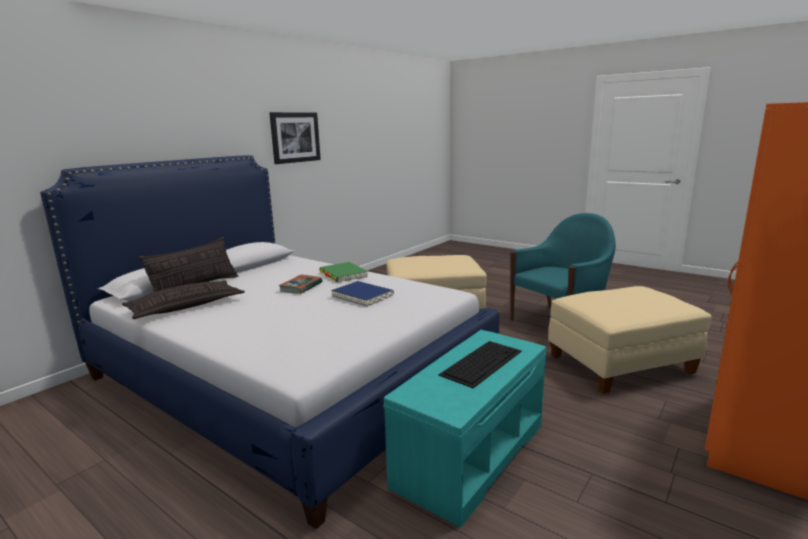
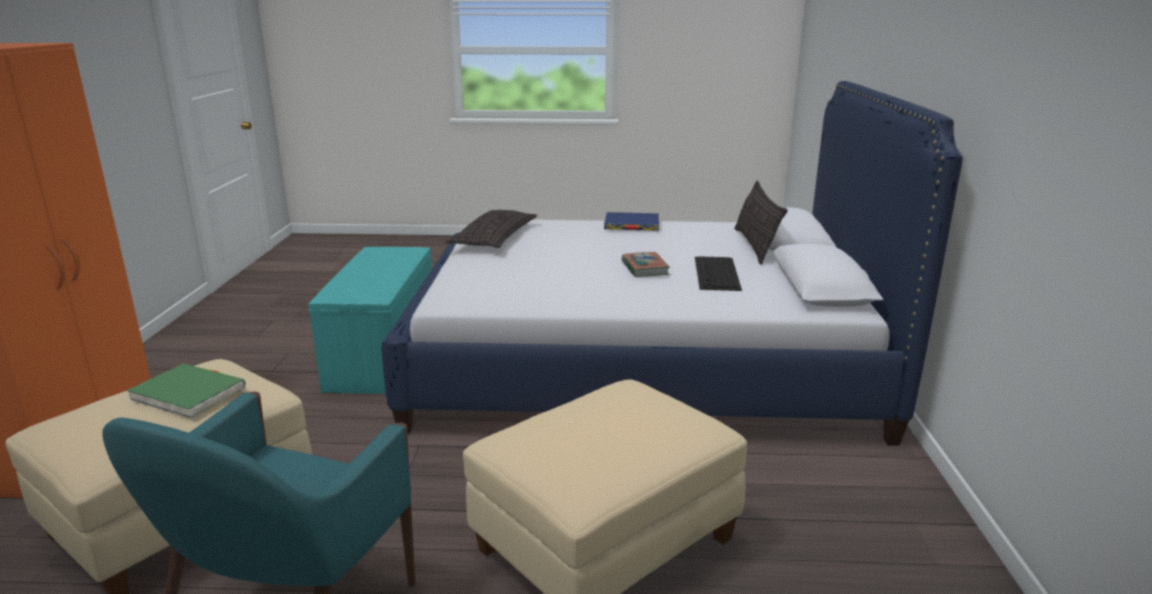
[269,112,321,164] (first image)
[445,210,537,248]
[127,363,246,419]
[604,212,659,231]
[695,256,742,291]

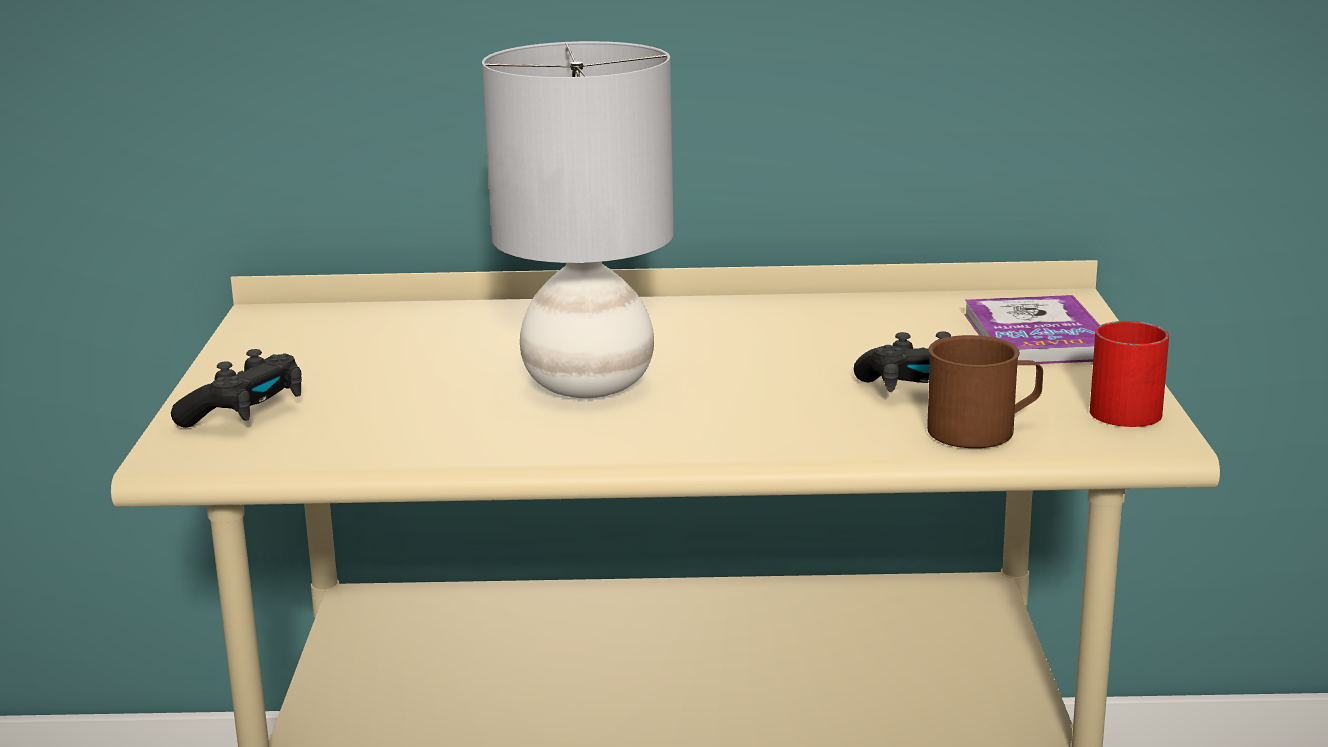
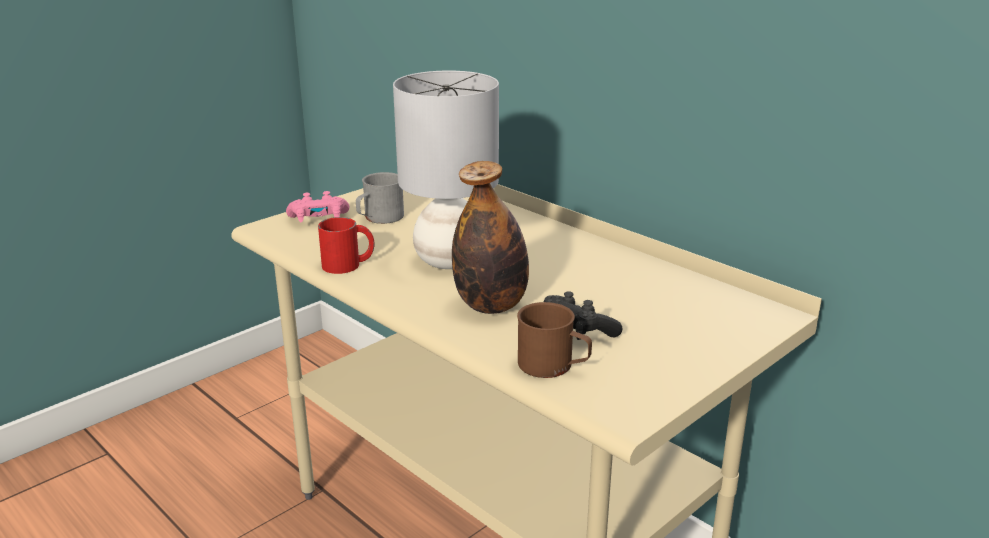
[964,295,1100,364] (first image)
[356,172,404,224]
[452,161,529,314]
[318,217,374,274]
[286,191,350,222]

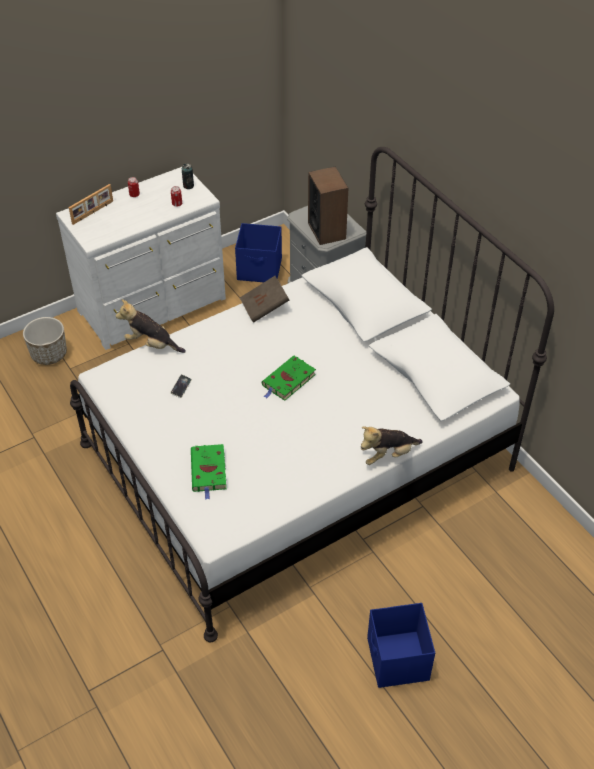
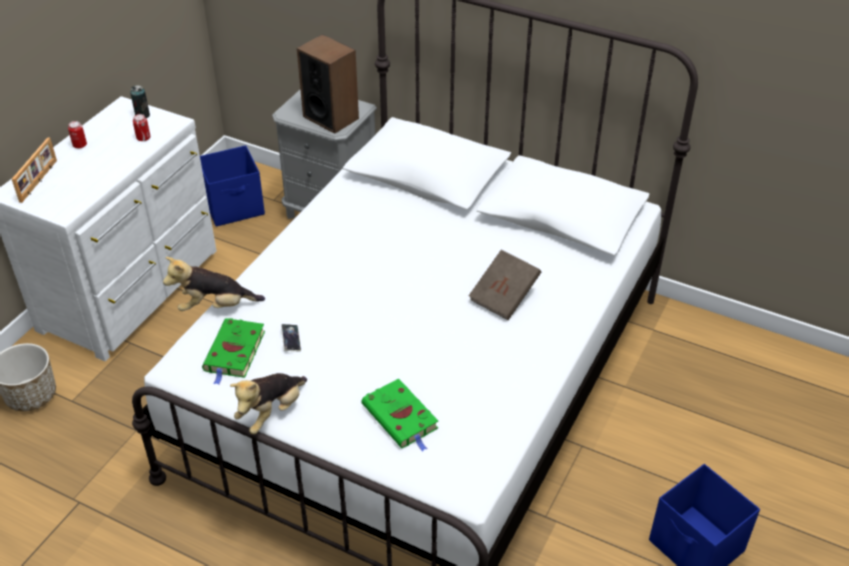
[469,250,541,320]
[202,318,265,385]
[230,373,307,434]

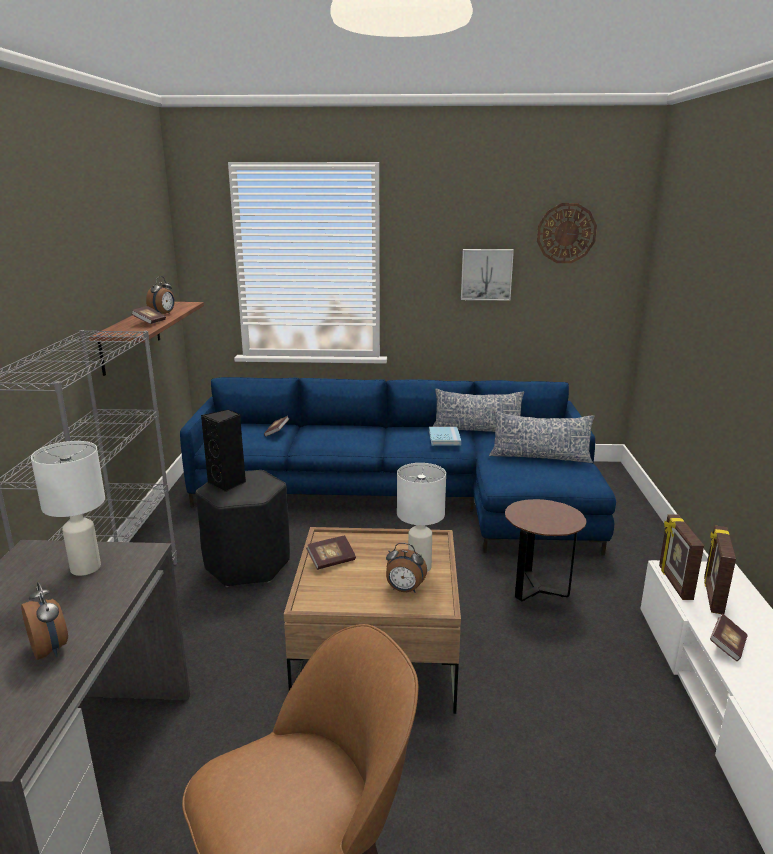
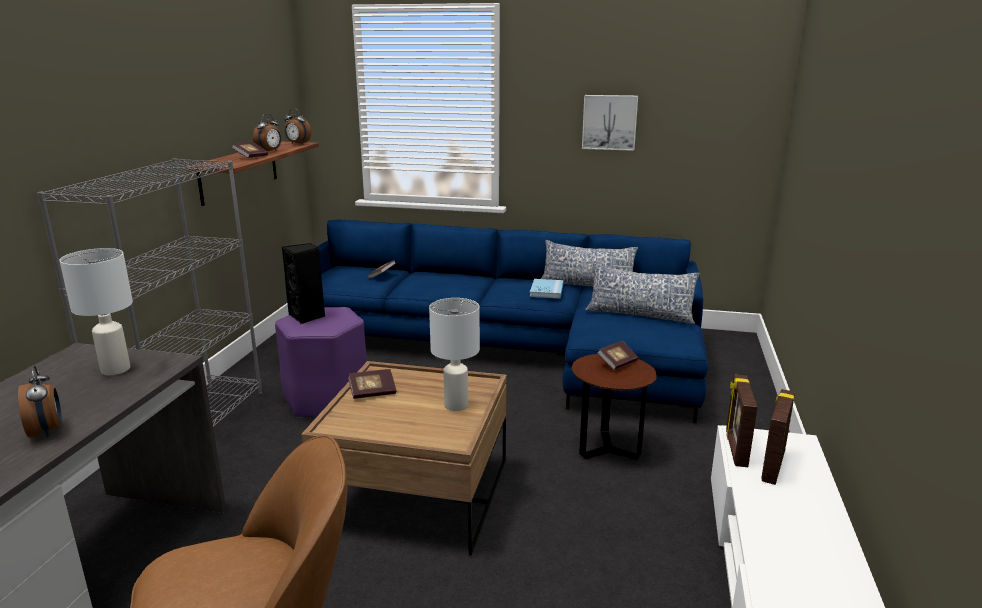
[537,203,597,263] (first image)
[284,108,311,144]
[597,341,638,370]
[275,307,367,418]

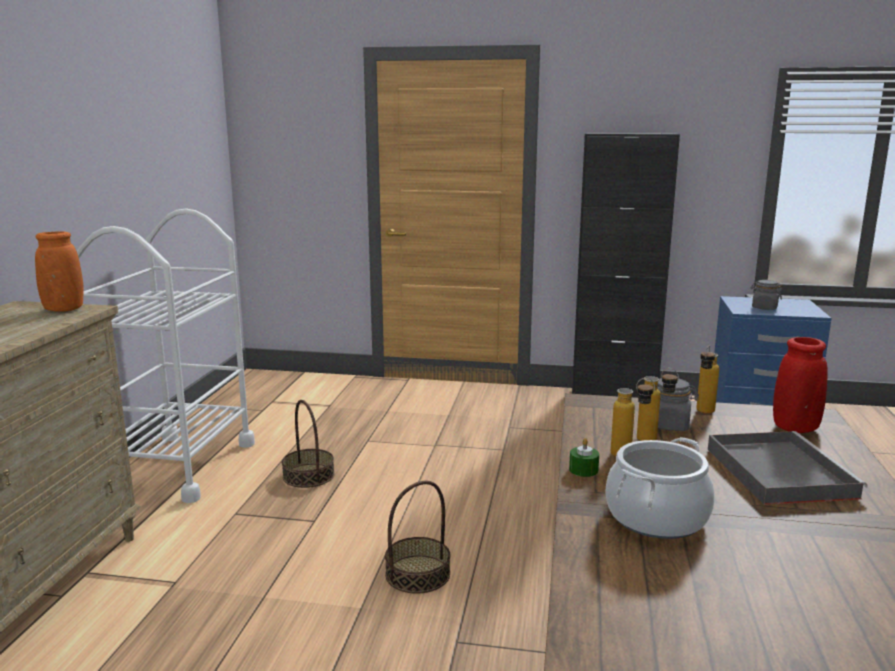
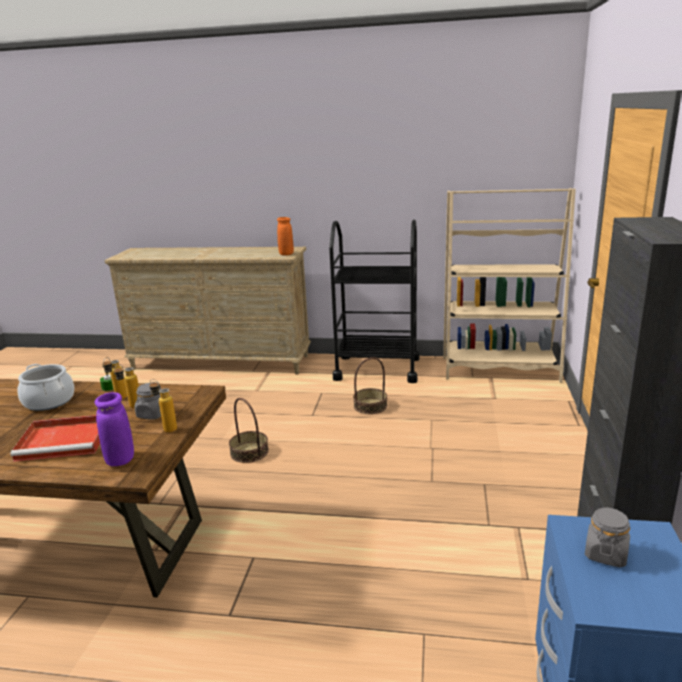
[443,188,576,383]
[329,220,419,383]
[11,415,100,462]
[95,392,134,466]

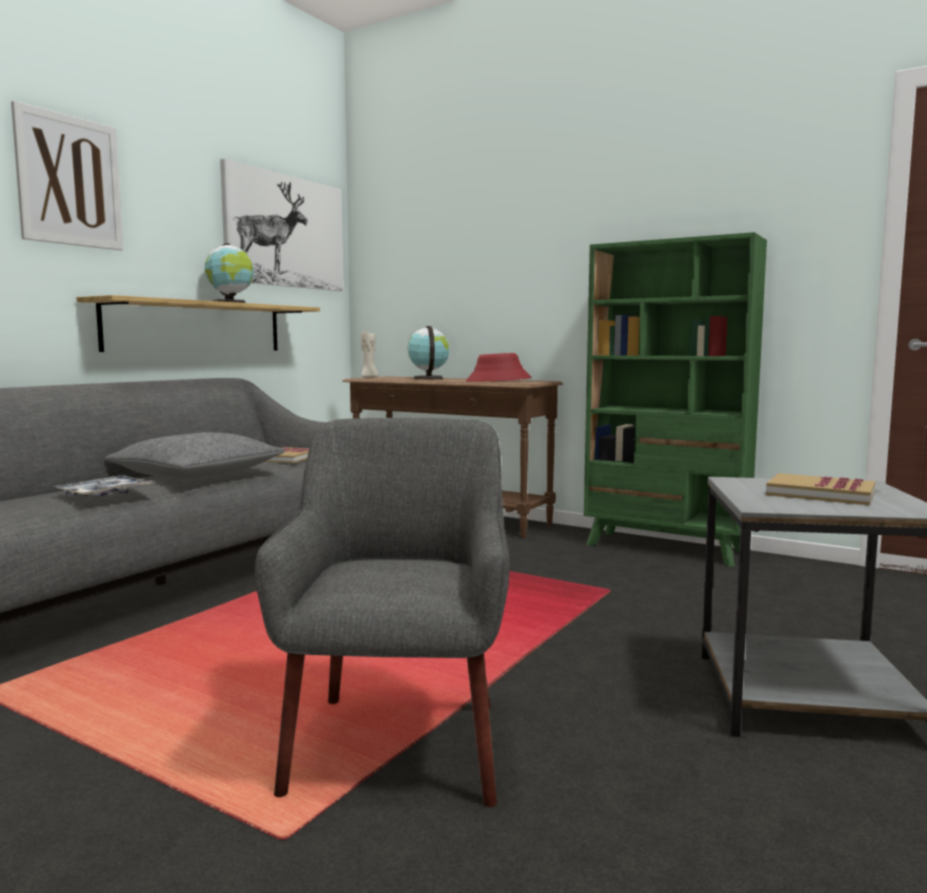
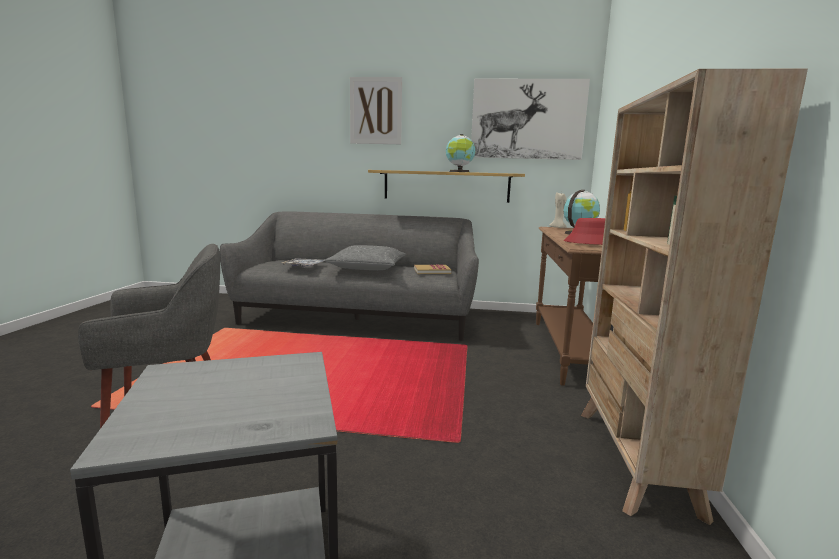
[766,473,875,505] (first image)
[581,69,808,525]

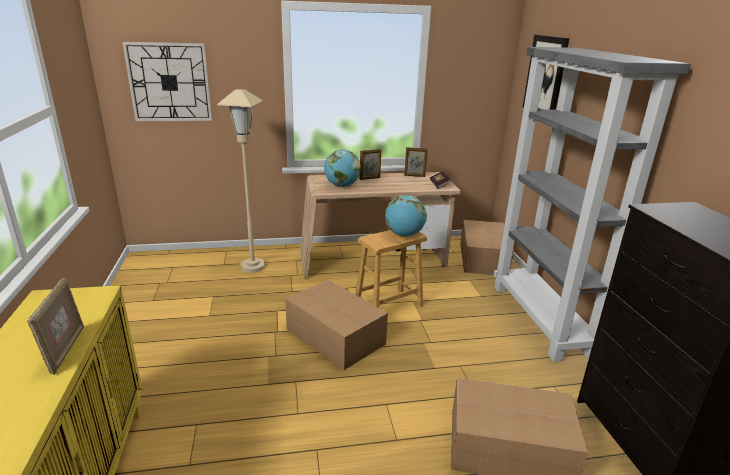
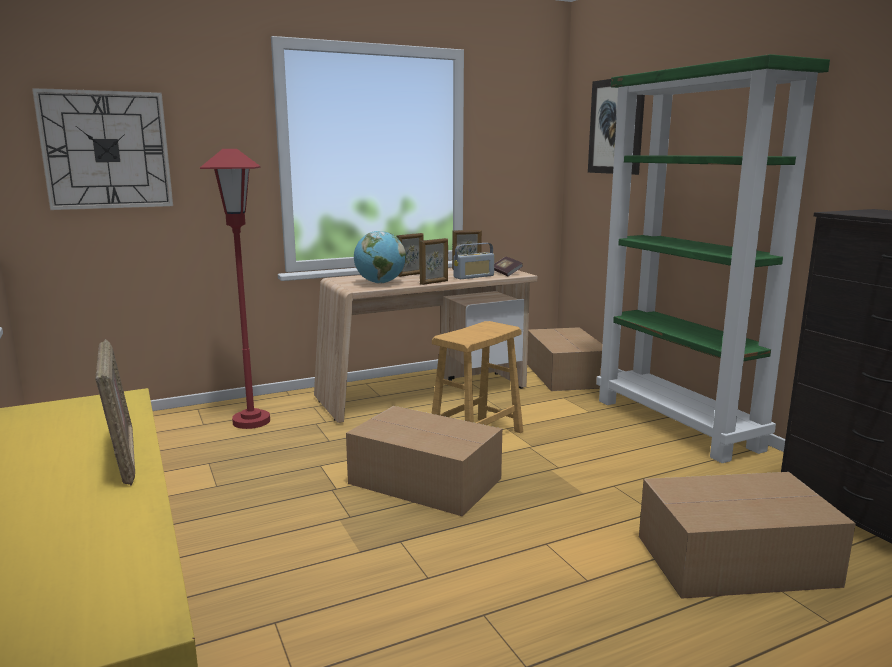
[385,195,427,236] (first image)
[420,238,448,285]
[453,243,494,279]
[200,149,270,429]
[596,54,830,463]

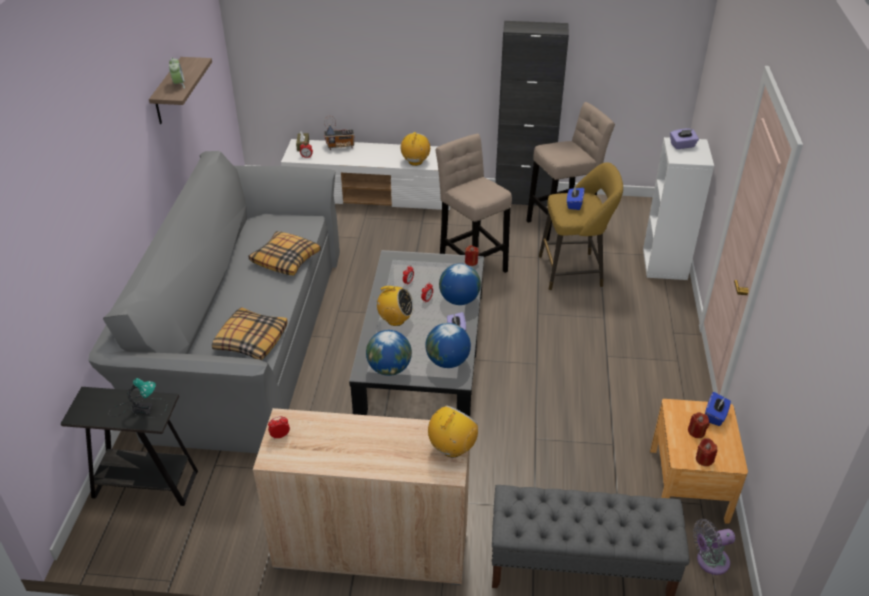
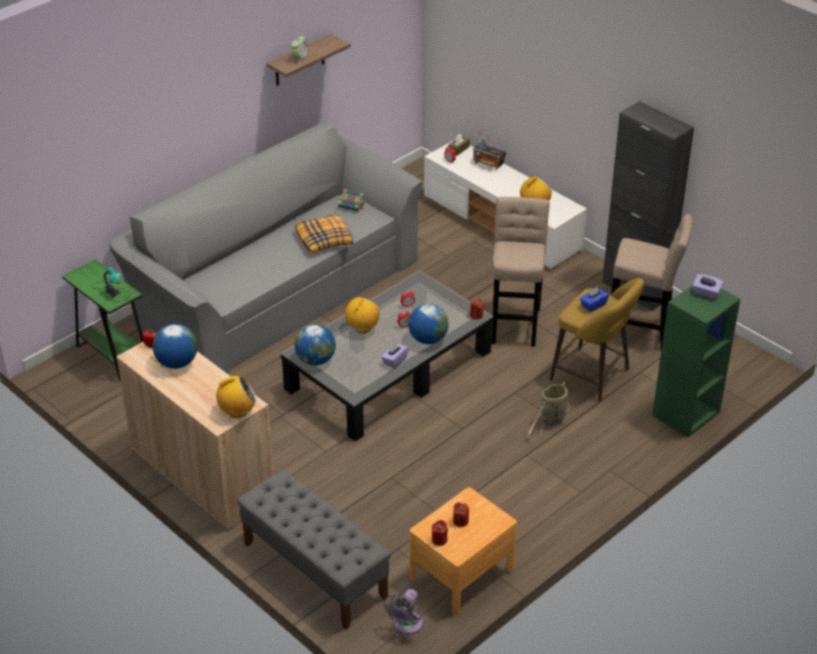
[212,307,288,360] (first image)
[705,392,731,426] (first image)
[338,189,365,211]
[528,382,570,440]
[153,324,198,369]
[62,260,143,382]
[652,286,740,437]
[345,297,380,334]
[384,589,423,635]

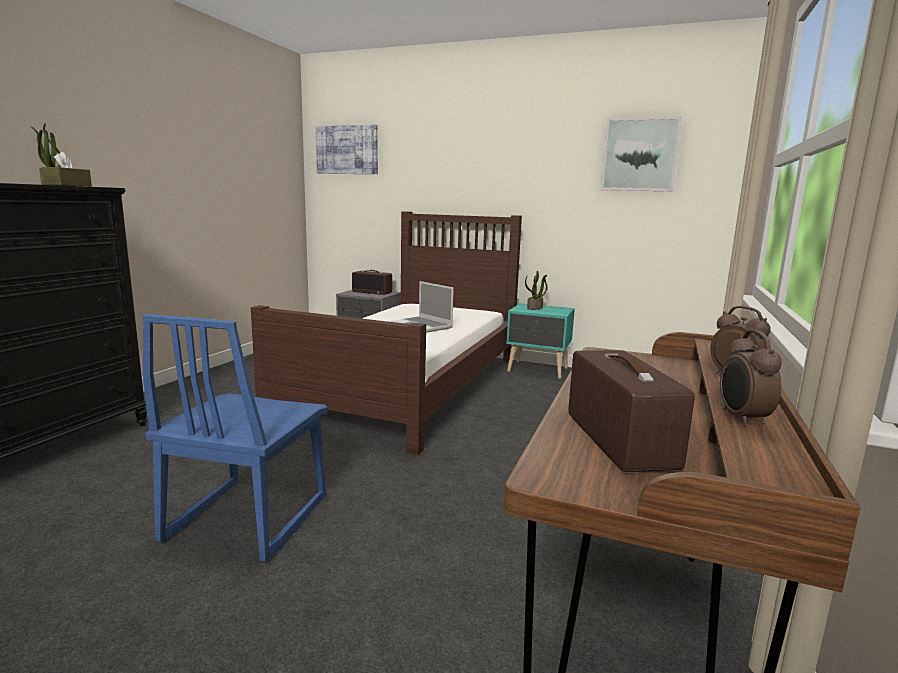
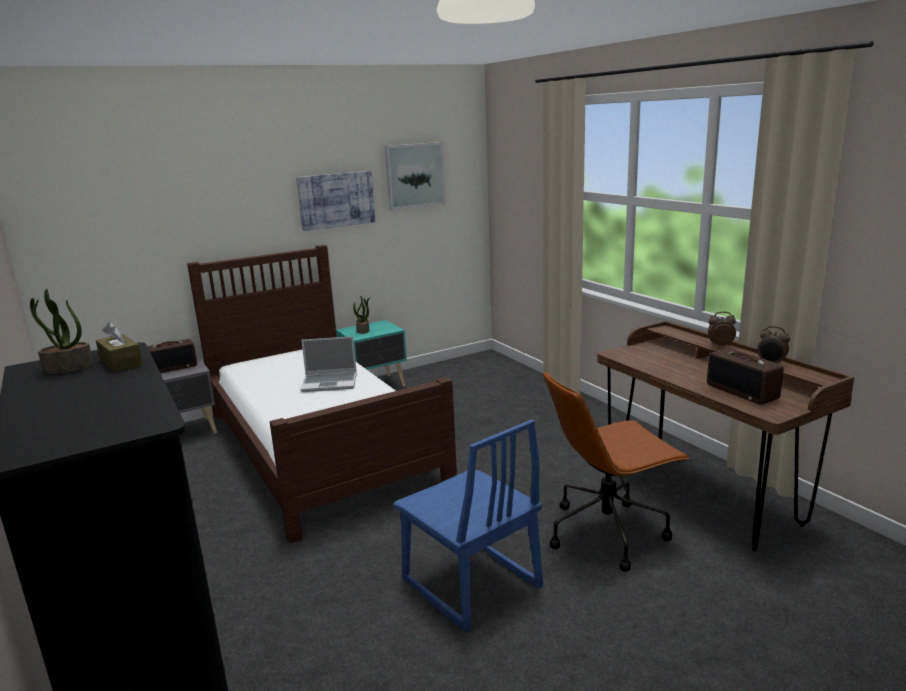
[543,371,690,572]
[296,171,375,231]
[707,348,784,405]

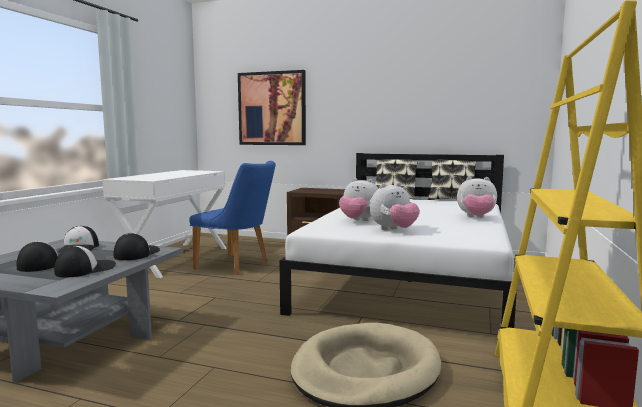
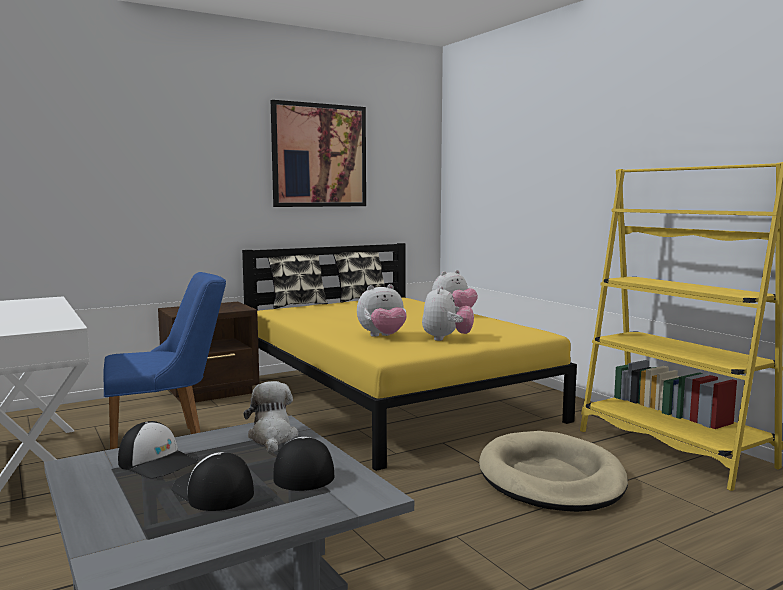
[271,100,366,207]
[244,381,298,453]
[242,243,577,471]

